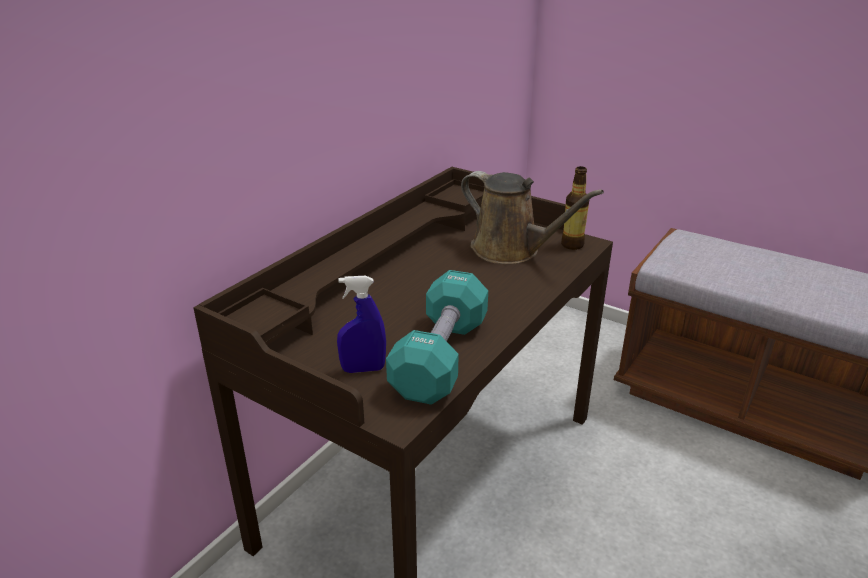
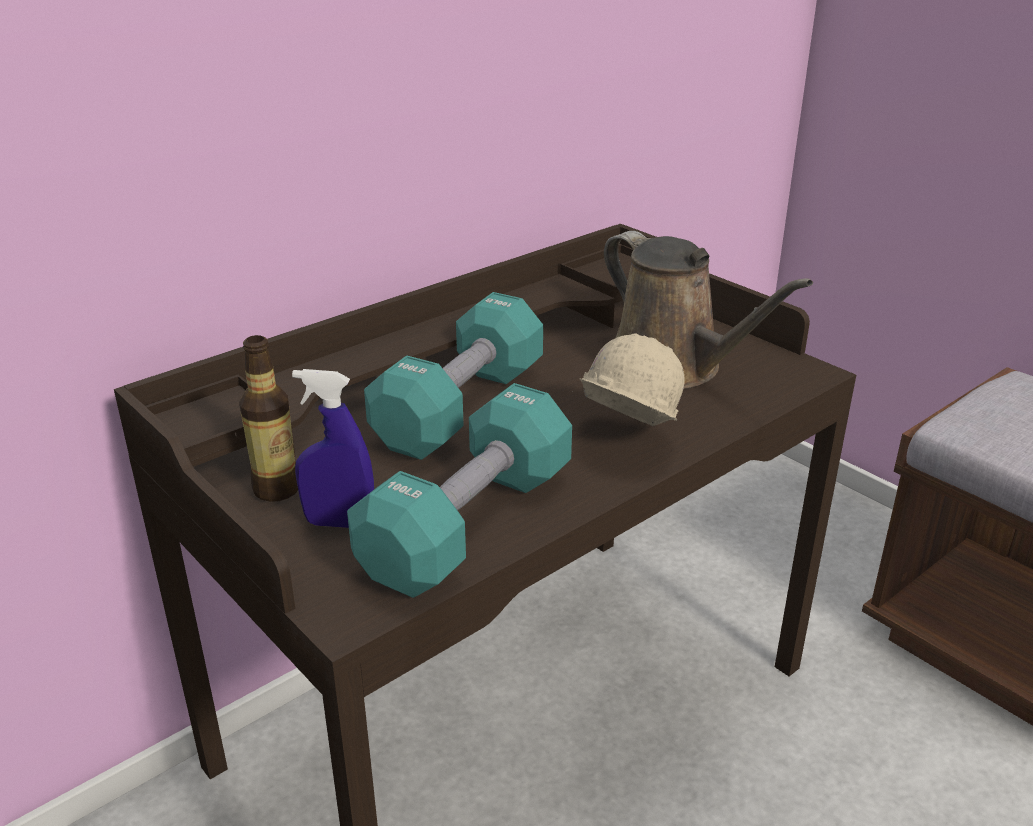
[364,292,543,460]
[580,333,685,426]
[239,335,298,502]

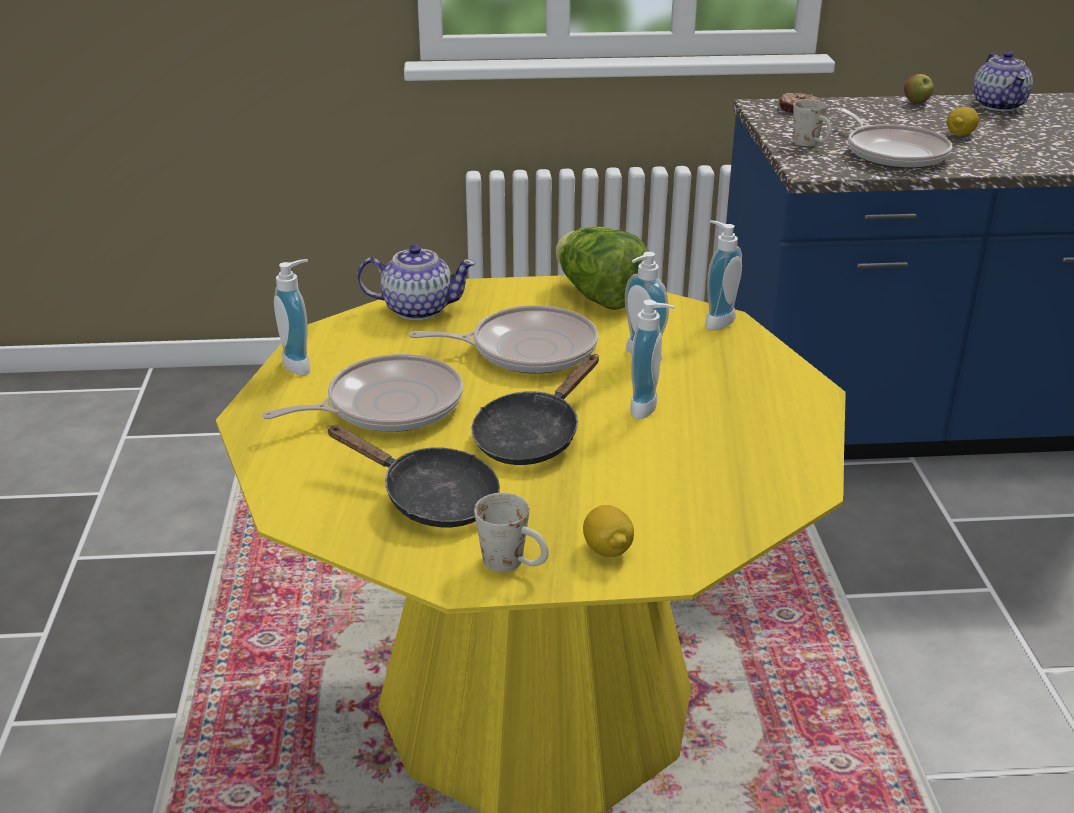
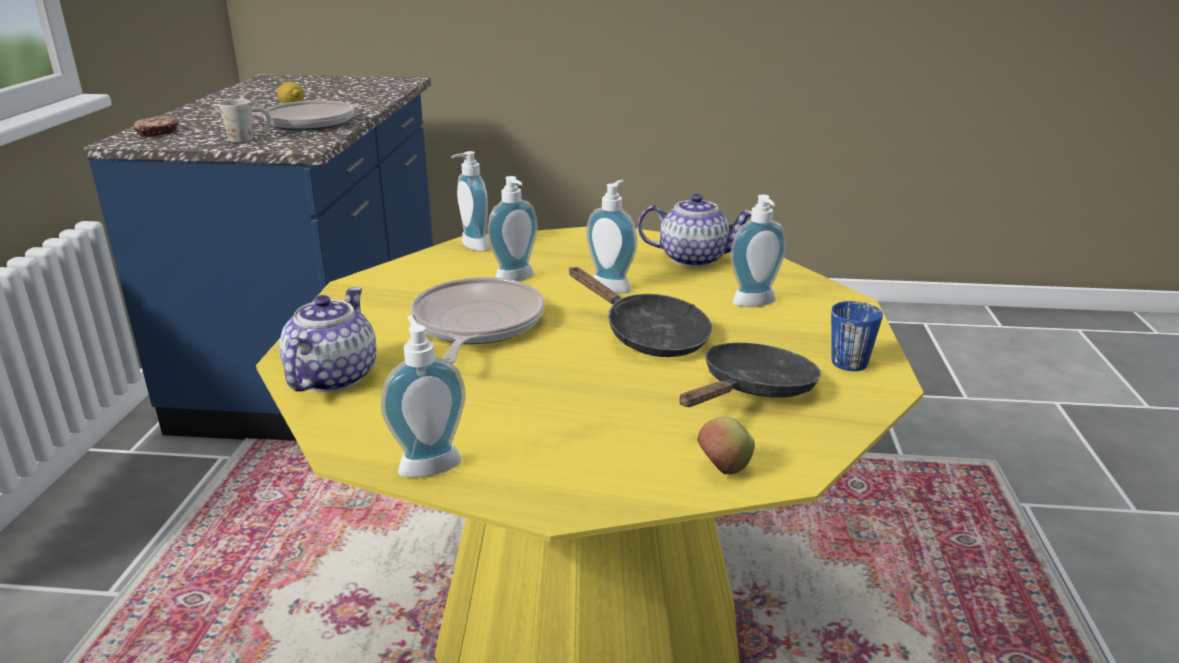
[262,354,463,432] (first image)
[555,226,649,310] (first image)
[583,505,634,557] (first image)
[730,194,787,307]
[697,417,755,474]
[638,194,752,267]
[831,301,883,371]

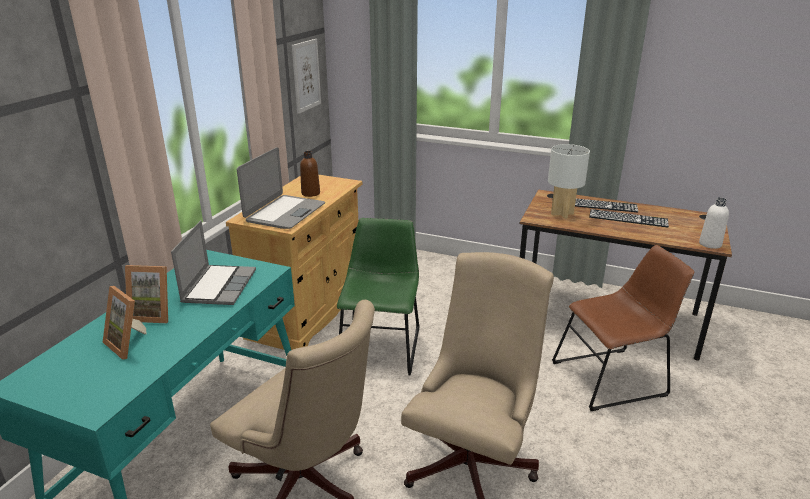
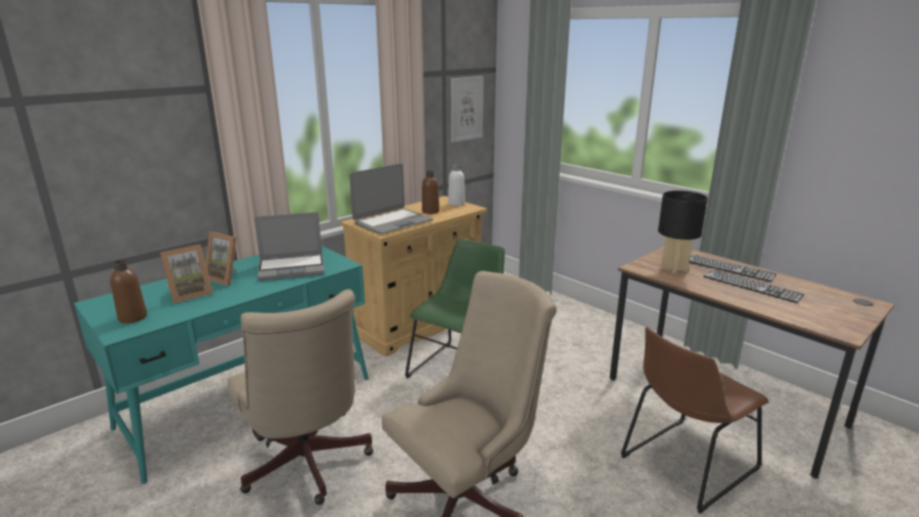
[110,260,147,323]
[448,165,465,206]
[658,191,708,274]
[160,244,213,303]
[254,212,325,281]
[621,327,769,514]

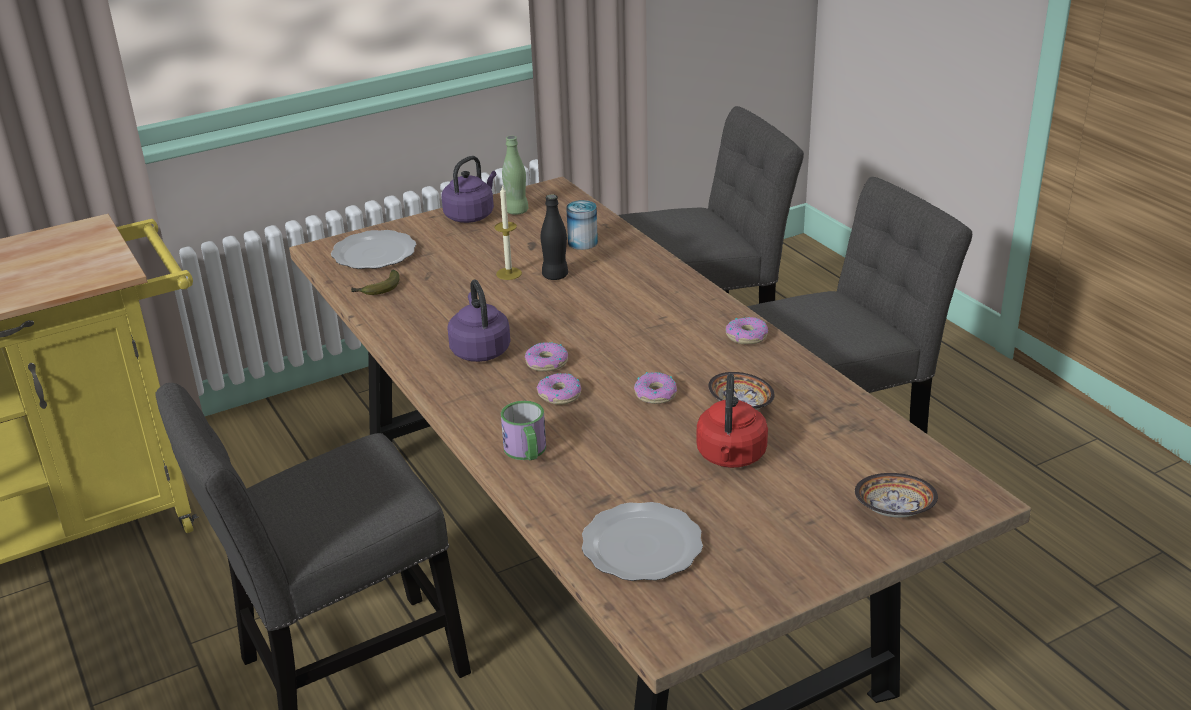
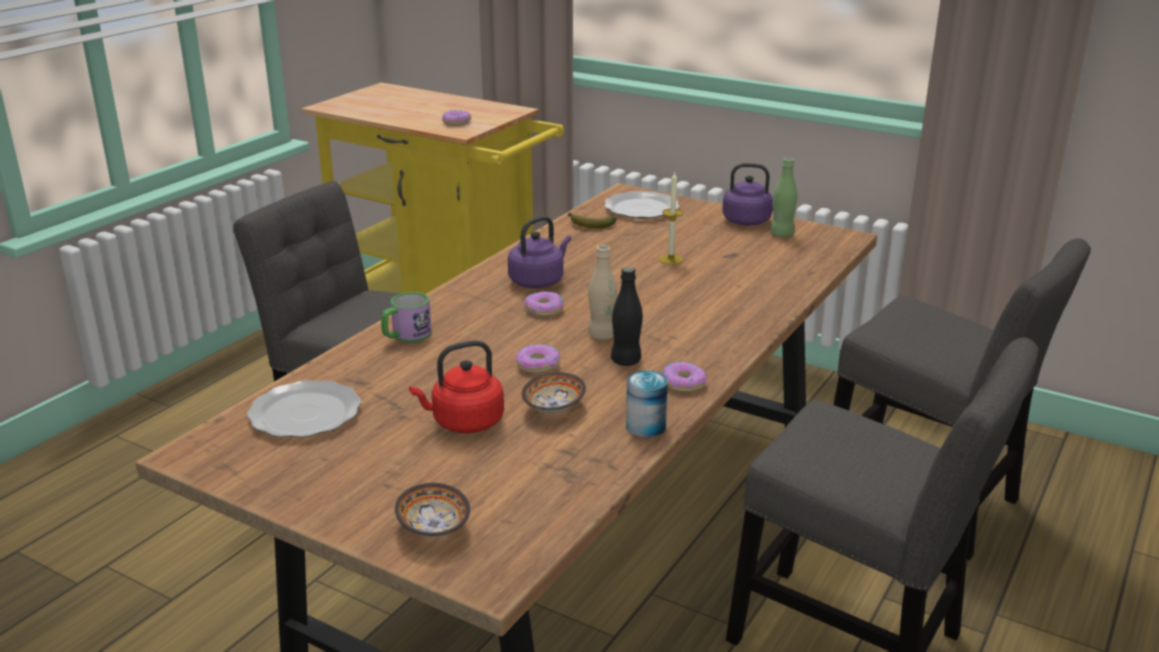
[588,245,617,340]
[442,110,471,126]
[611,267,643,366]
[626,370,668,438]

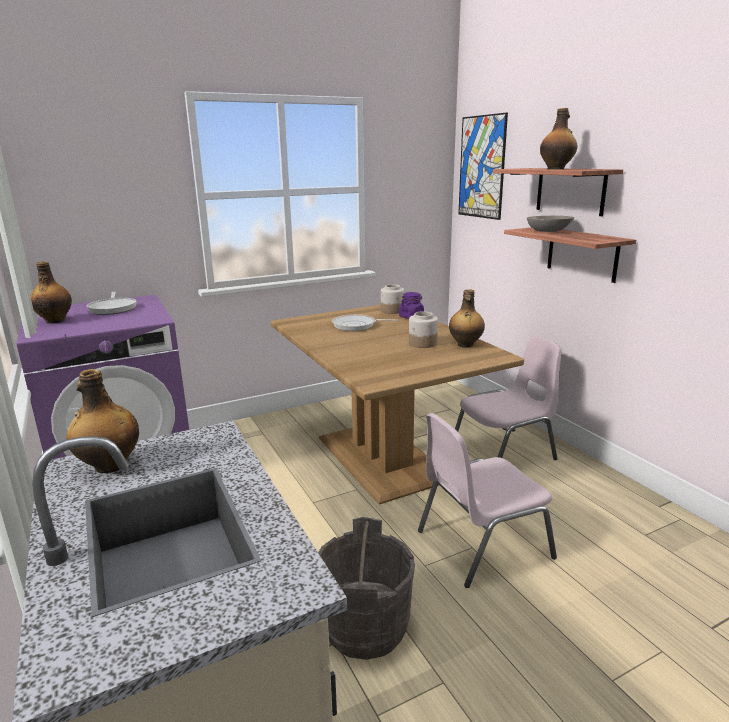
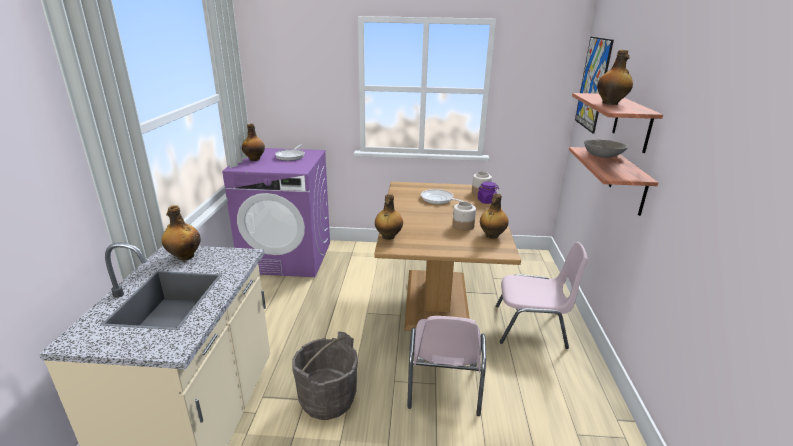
[375,194,403,240]
[407,316,486,416]

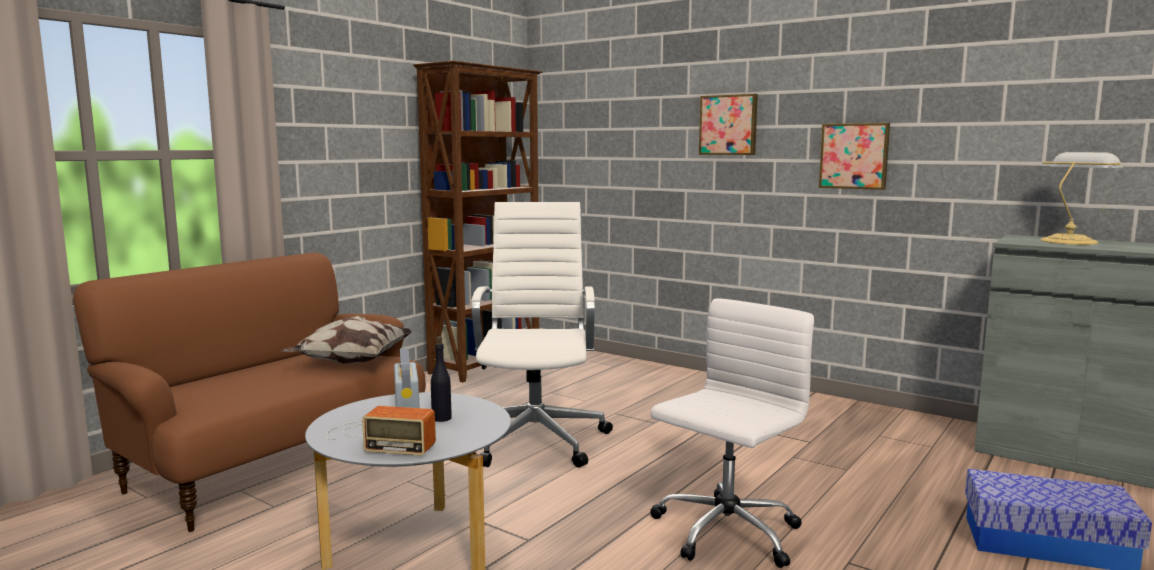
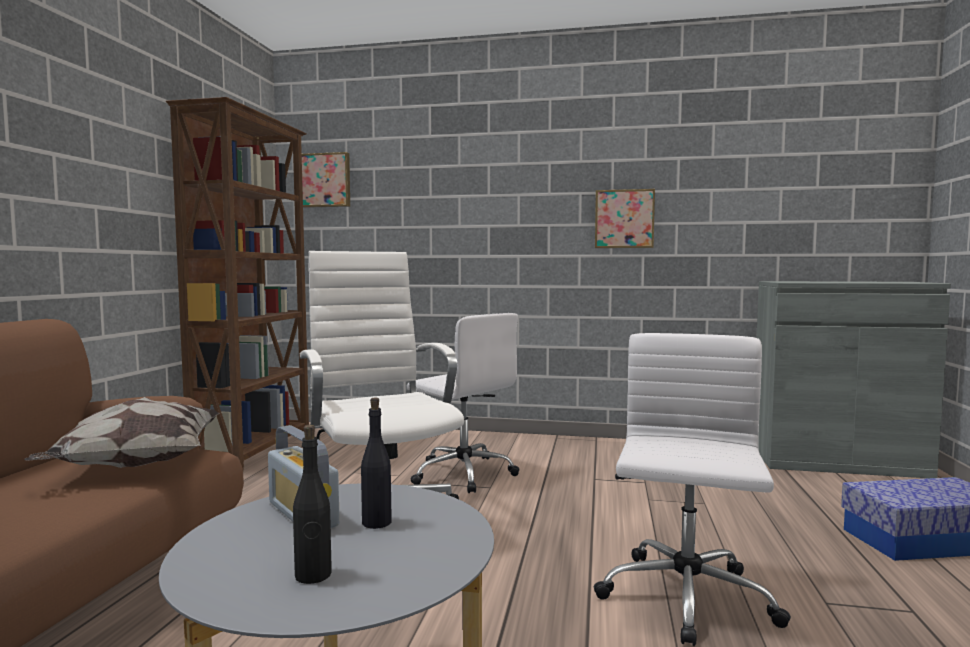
[1040,152,1123,245] (first image)
[407,313,519,493]
[302,152,350,208]
[293,425,332,584]

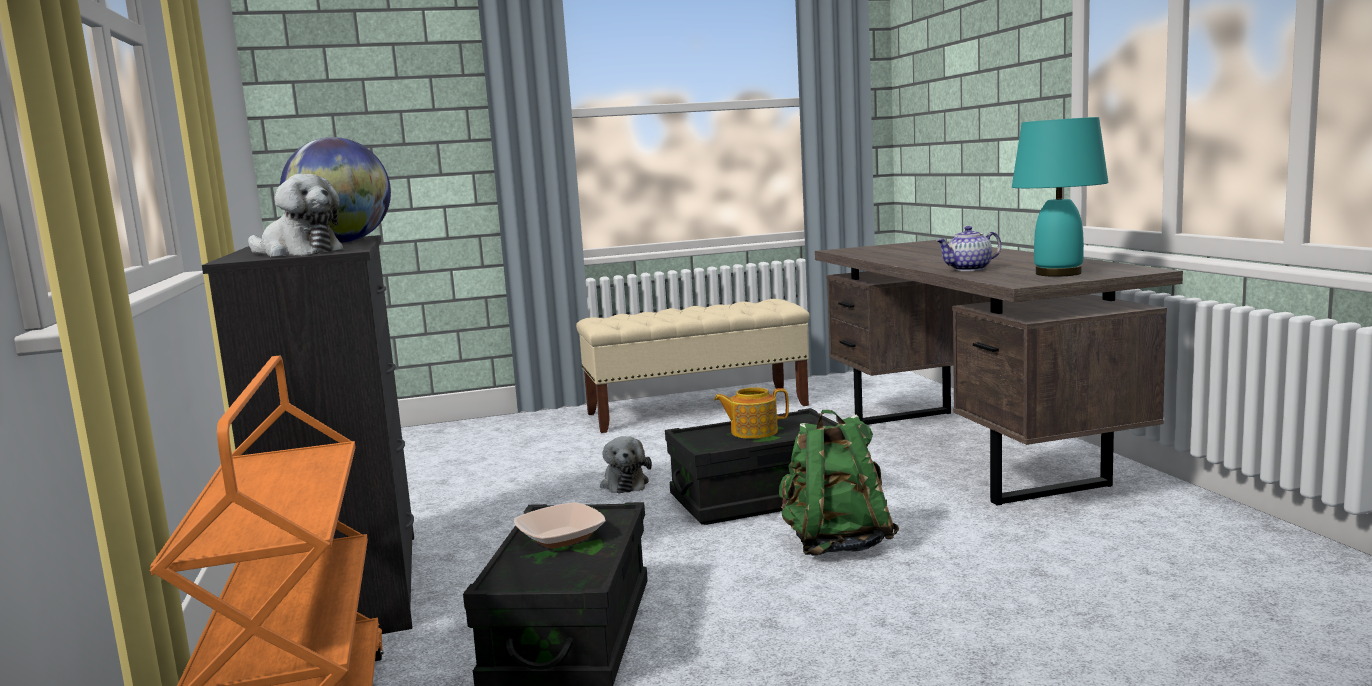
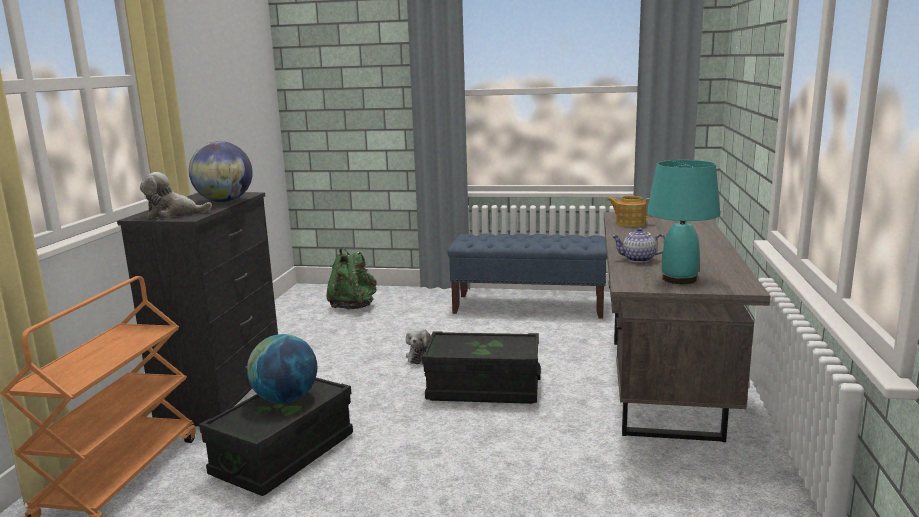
[607,196,653,227]
[327,248,377,309]
[247,334,317,403]
[447,234,607,319]
[140,172,212,218]

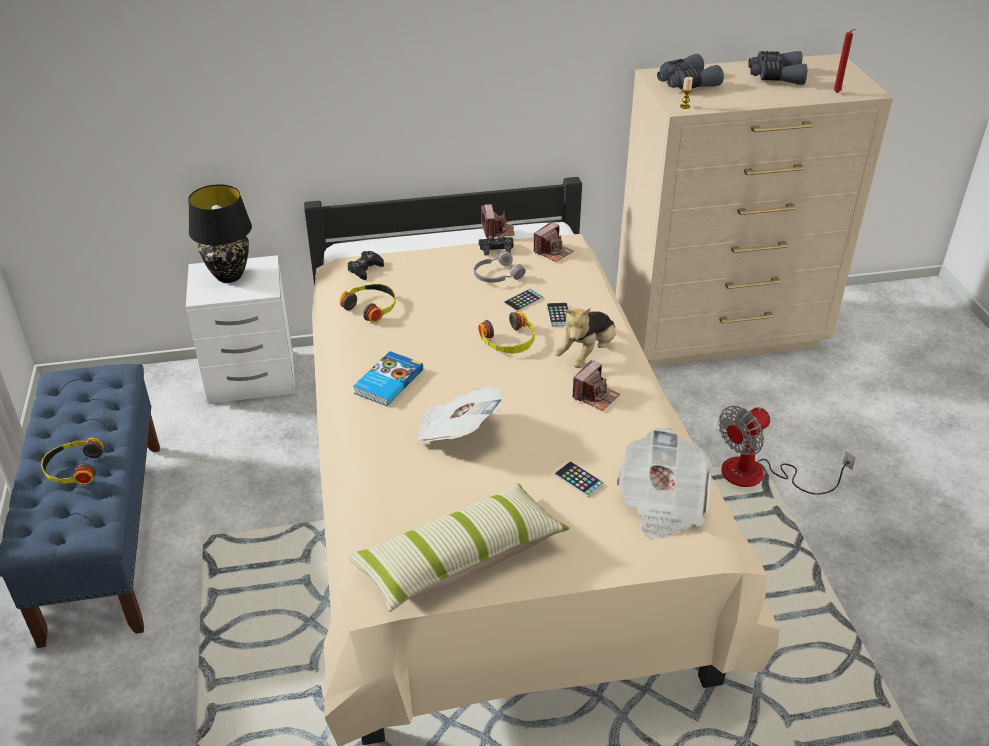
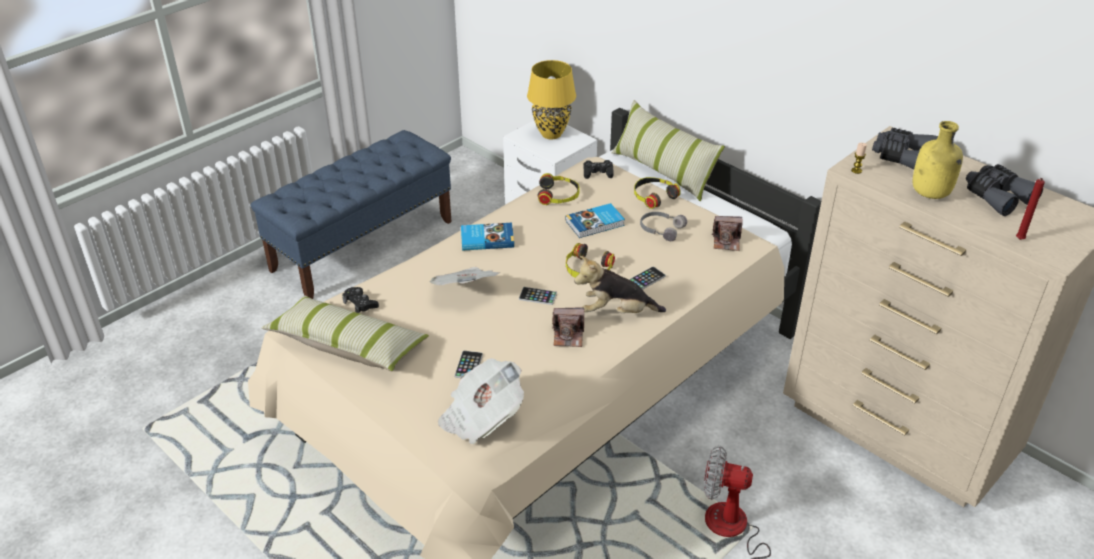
[481,204,515,238] (first image)
[566,203,625,238]
[612,100,725,201]
[913,121,963,199]
[634,177,681,209]
[342,287,379,313]
[519,287,557,305]
[527,60,576,139]

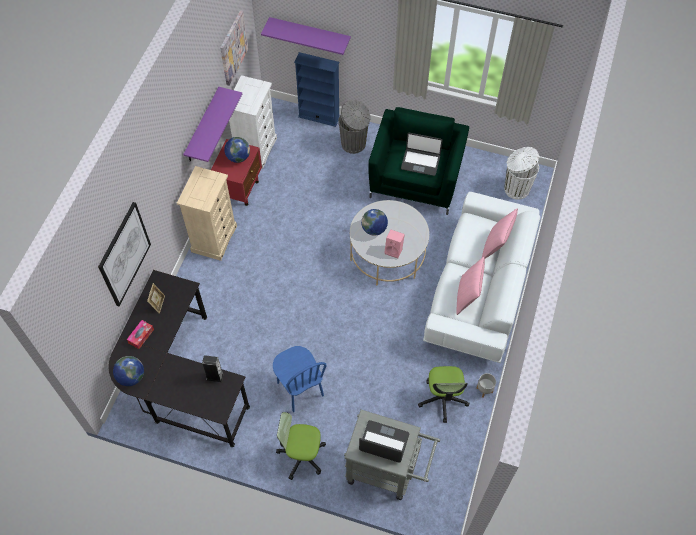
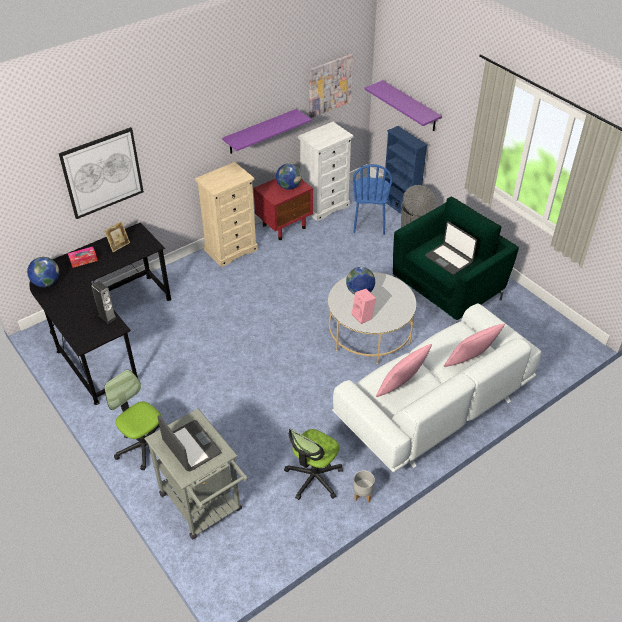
[504,147,539,200] (first image)
[353,164,393,235]

